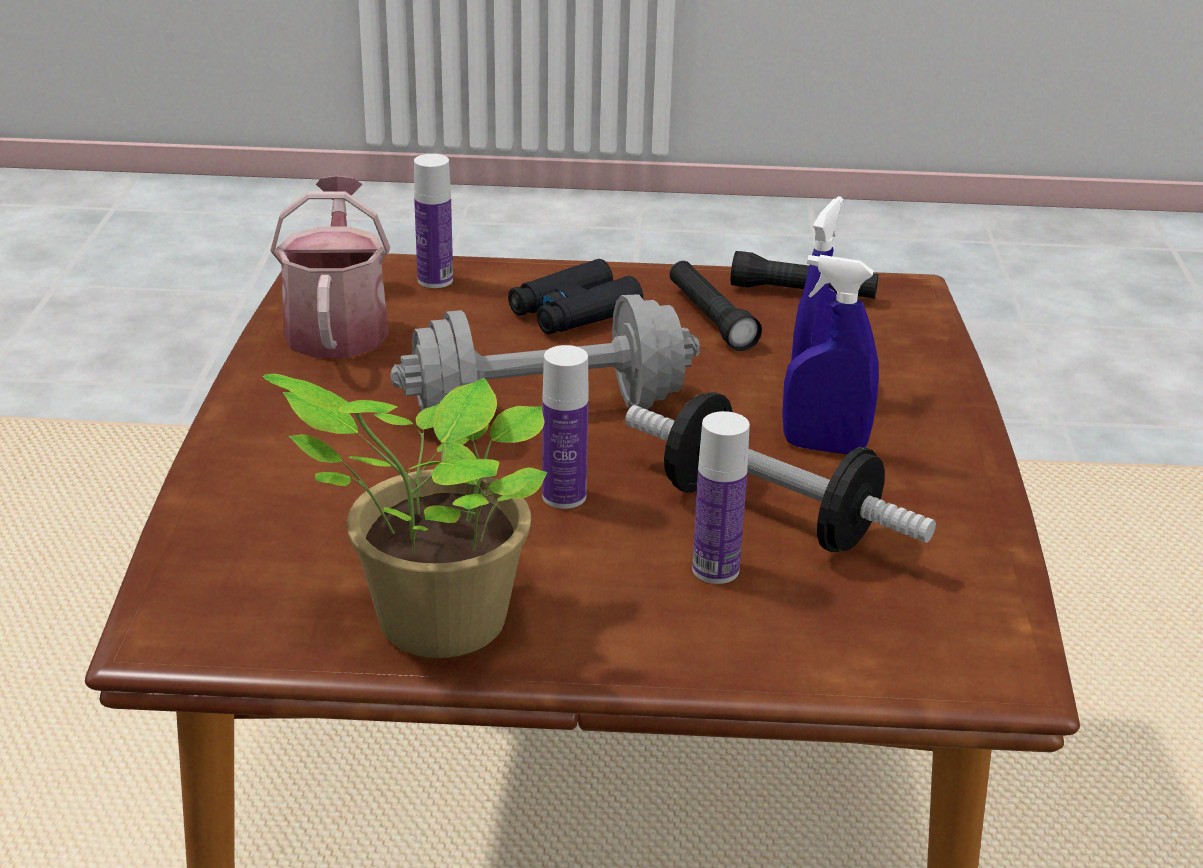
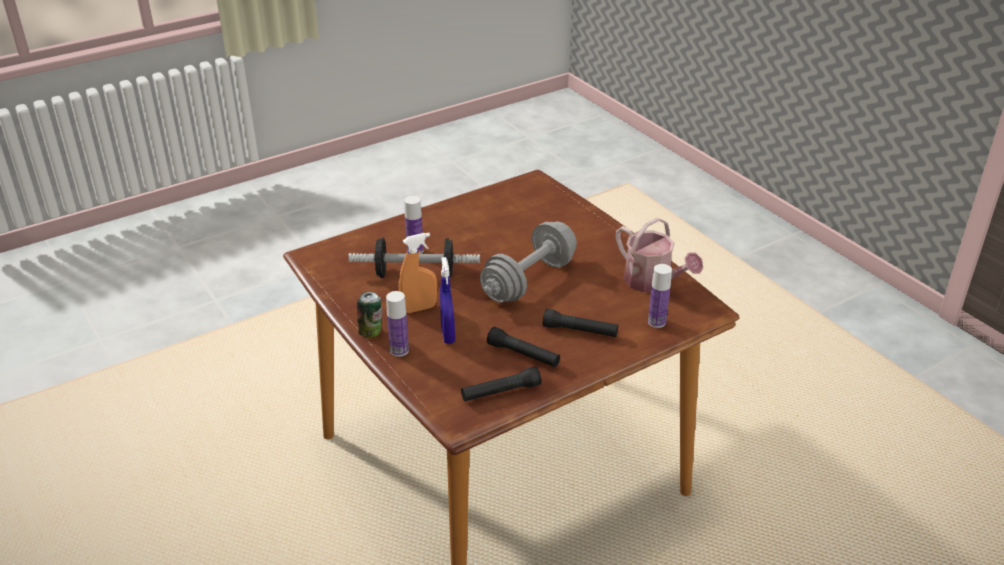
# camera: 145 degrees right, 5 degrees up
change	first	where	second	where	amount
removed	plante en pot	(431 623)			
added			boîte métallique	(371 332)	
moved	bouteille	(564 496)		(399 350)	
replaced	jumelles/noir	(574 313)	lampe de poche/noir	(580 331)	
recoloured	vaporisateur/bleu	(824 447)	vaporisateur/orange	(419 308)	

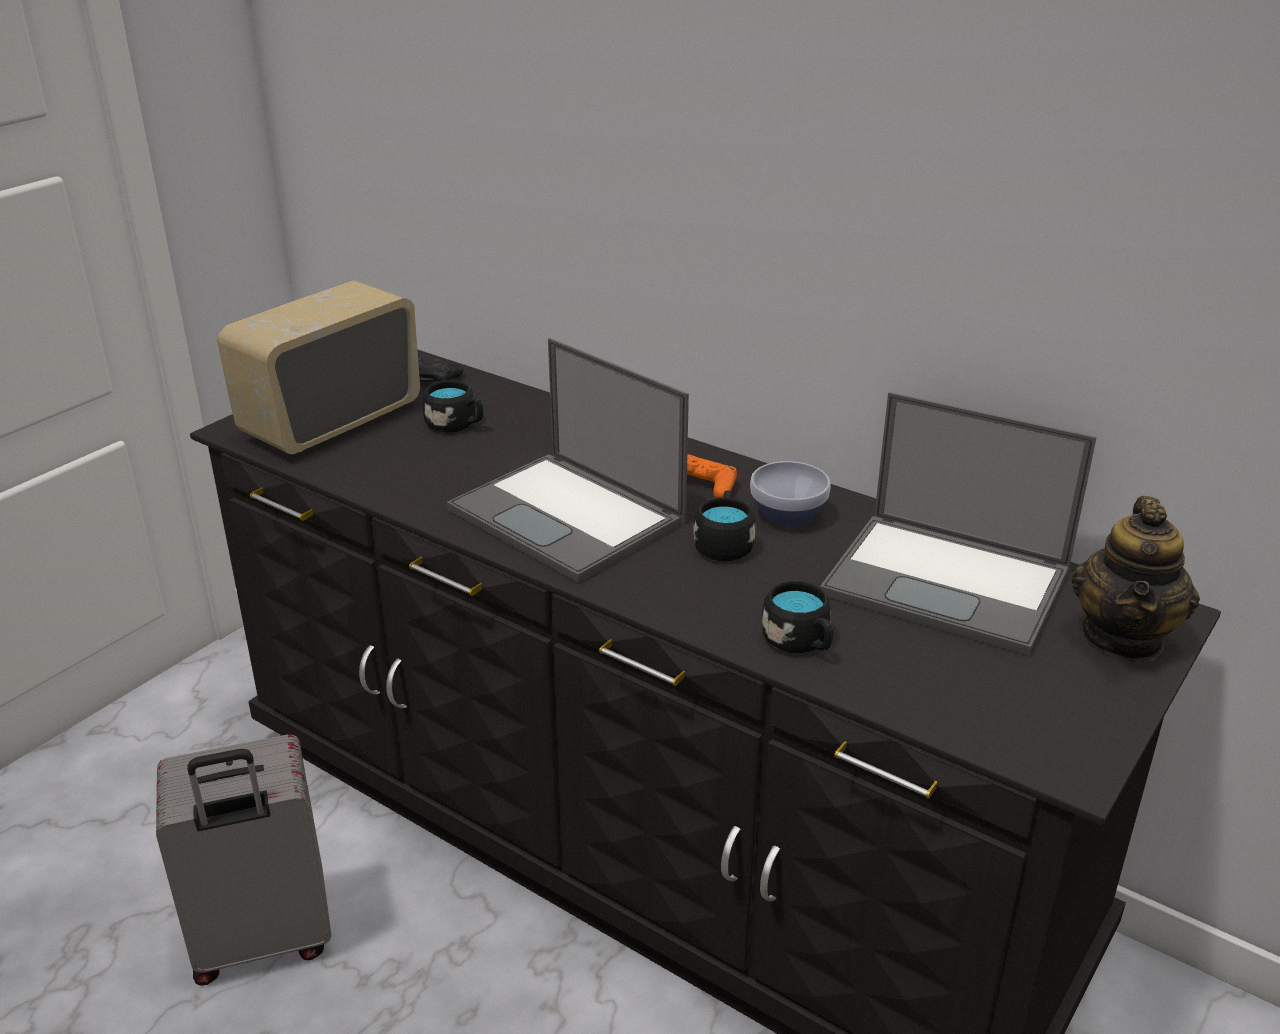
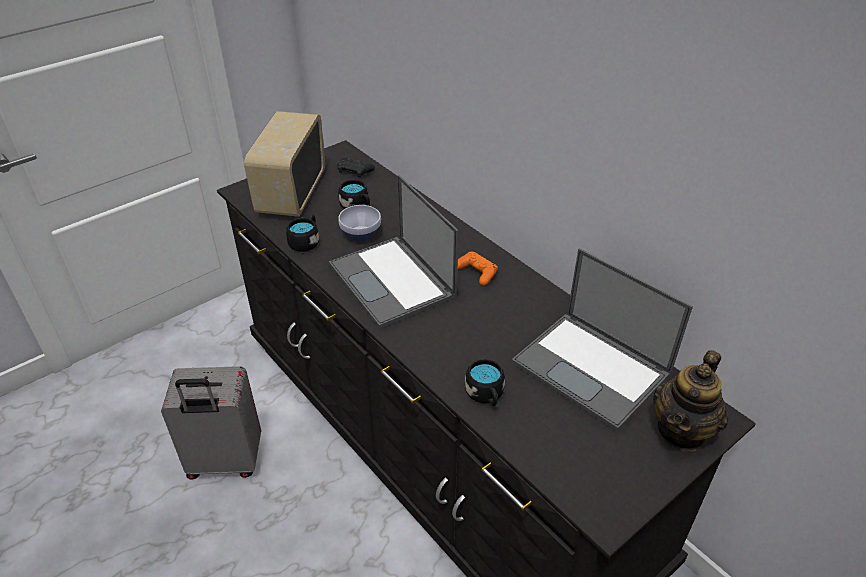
# camera: 15 degrees right, 10 degrees up
change	first	where	second	where	amount
moved	mug/noir	(724 544)		(306 241)	
moved	bol	(789 514)		(362 234)	
turned	radio	(331 422)		(291 193)	45 degrees counterclockwise

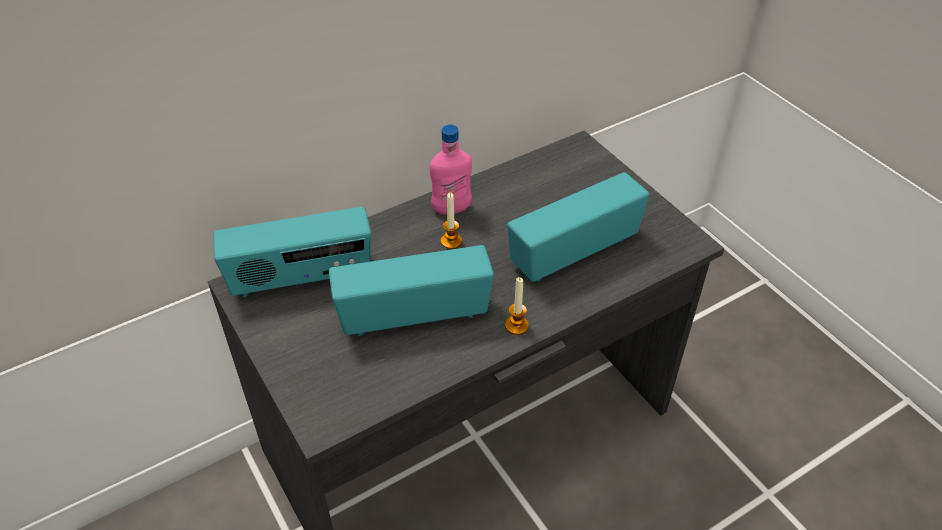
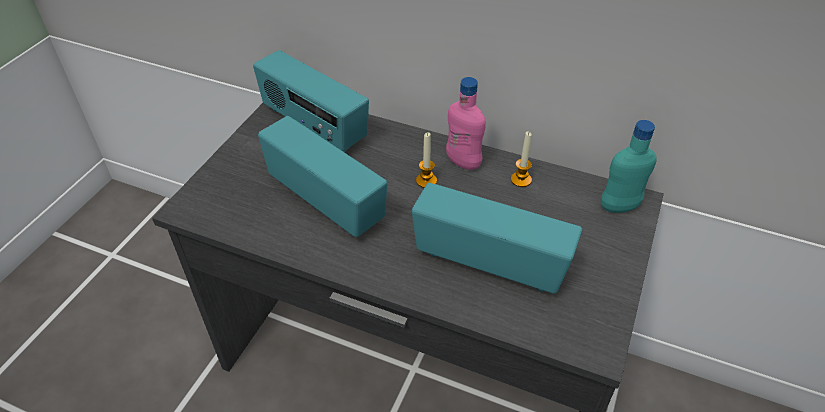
# camera: 55 degrees right, 0 degrees up
change	first	where	second	where	amount
added			bouteille/turquoise	(619 207)	
moved	bougie	(516 325)		(521 180)	

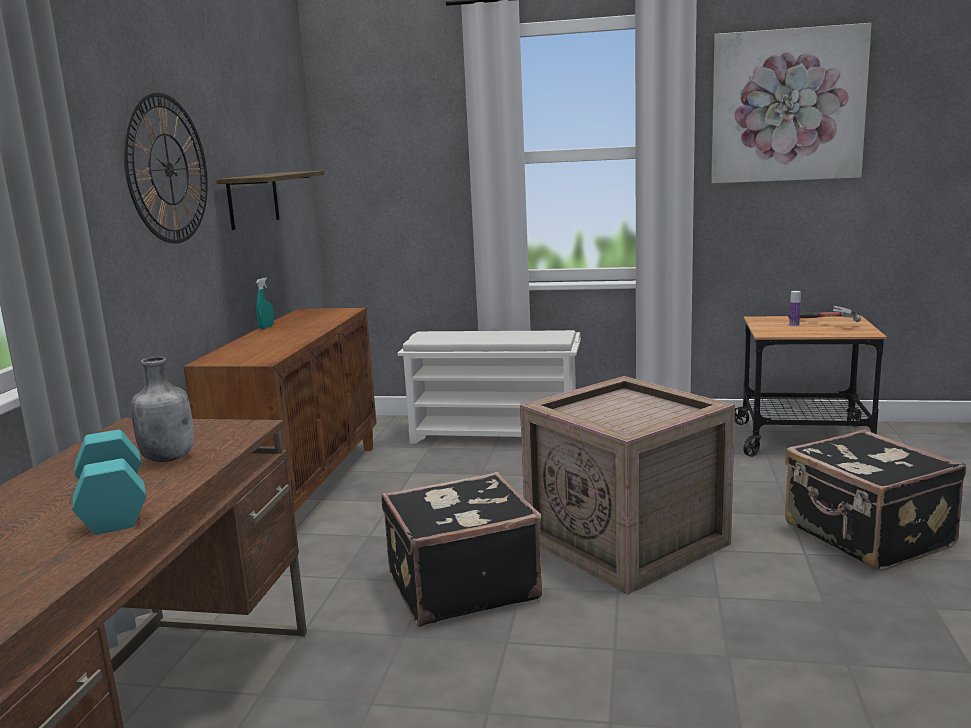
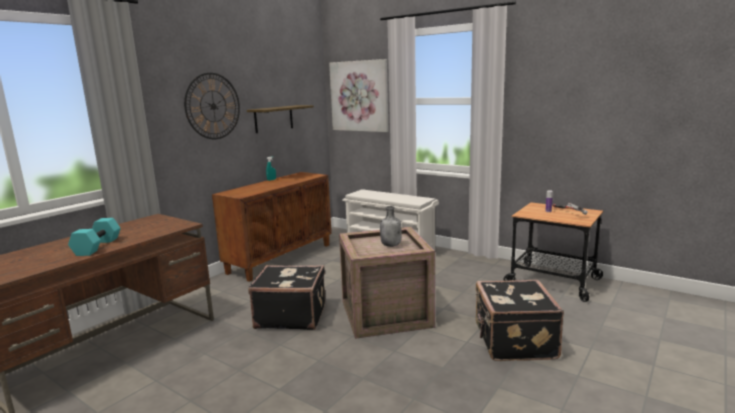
# camera: 25 degrees right, 0 degrees up
change	first	where	second	where	amount
moved	bouteille/gris	(169 458)		(391 245)	
moved	tableau	(787 106)		(359 96)	

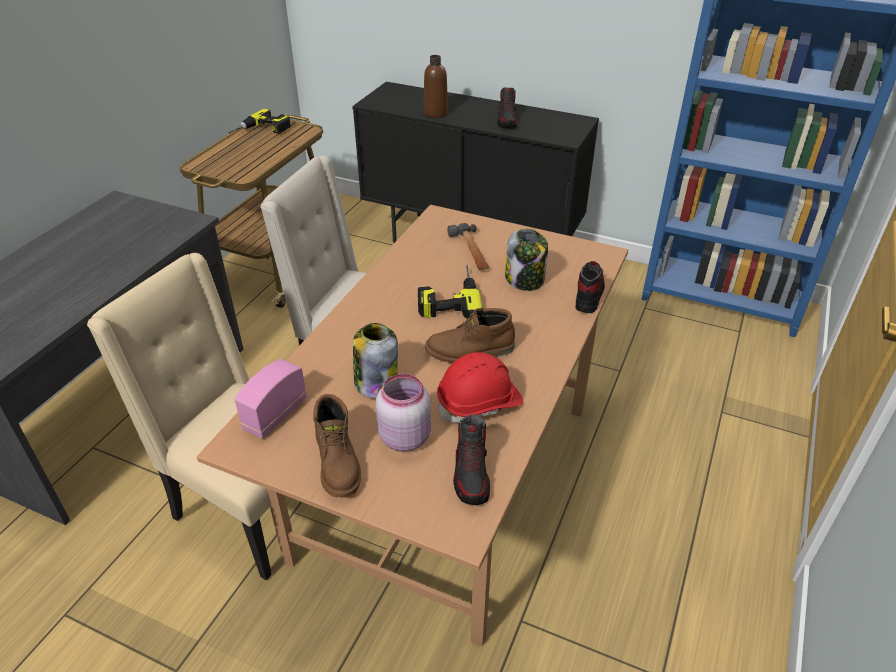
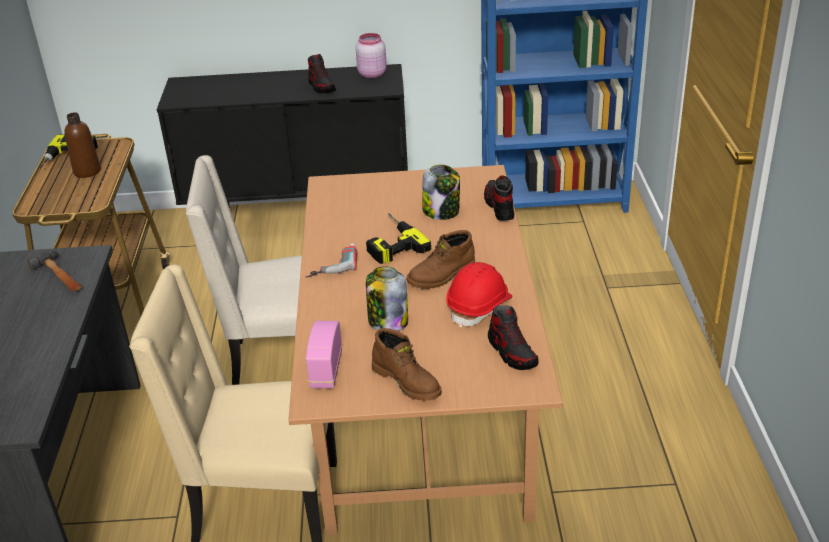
# camera: 25 degrees left, 5 degrees down
change	first	where	second	where	amount
added			perceuse	(332 264)	
moved	bocal/rose	(404 436)		(371 74)	
moved	bouteille/marron	(435 113)		(87 171)	
moved	marteau	(471 251)		(59 277)	

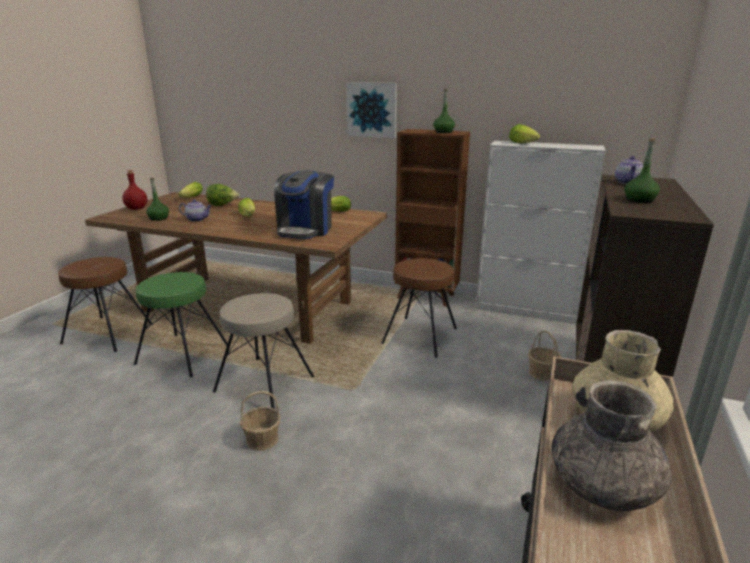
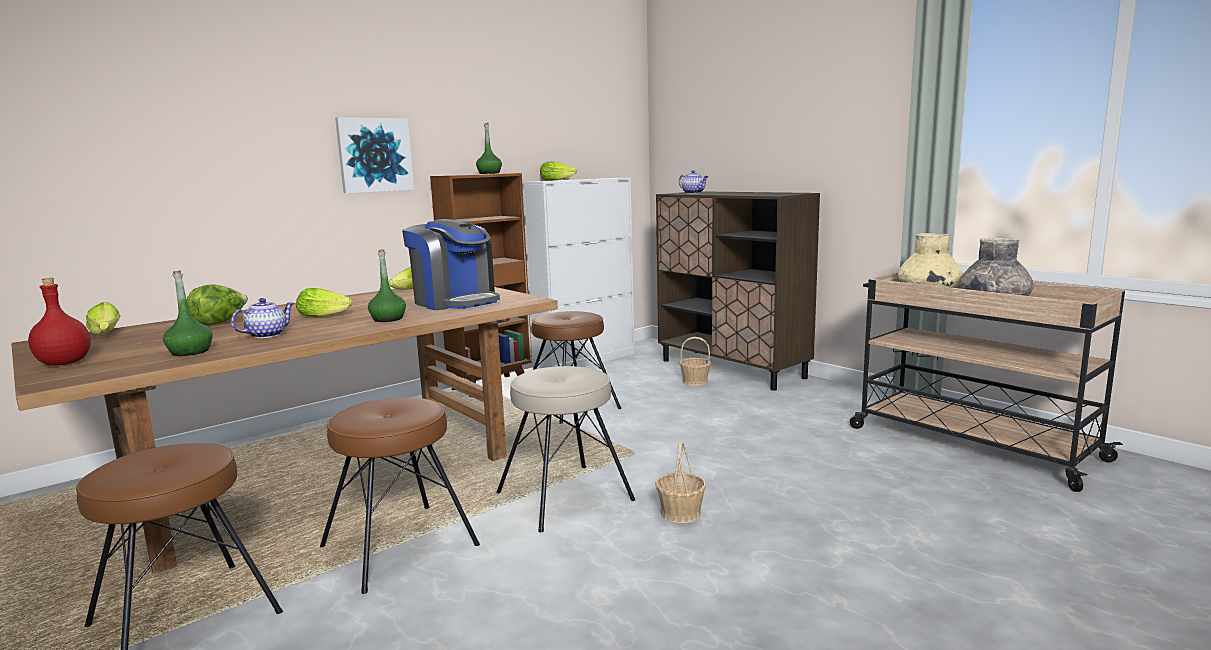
# camera: 60 degrees left, 10 degrees down
change	first	where	second	where	amount
moved	bouteille/vert	(639 200)		(388 319)	
recoloured	tabouret/vert	(182 355)	tabouret/marron	(400 546)	

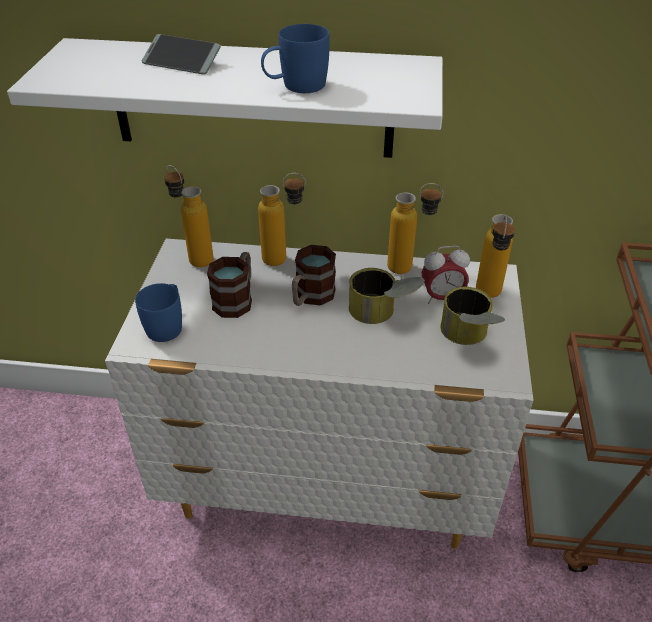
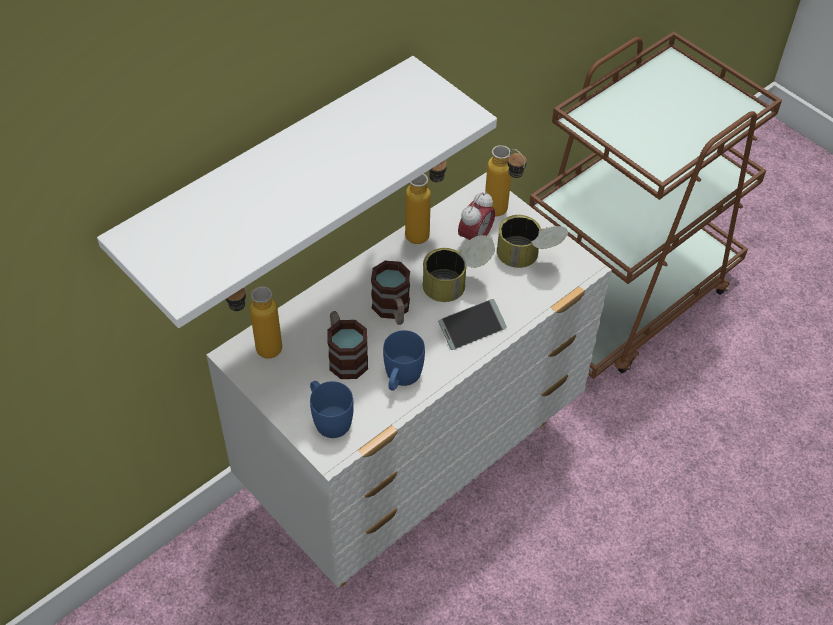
# camera: 50 degrees left, 10 degrees up
change	first	where	second	where	amount
removed	bouteille	(284 259)			
moved	téléphone	(182 62)		(472 328)	
moved	mug/bleu	(295 86)		(401 378)	

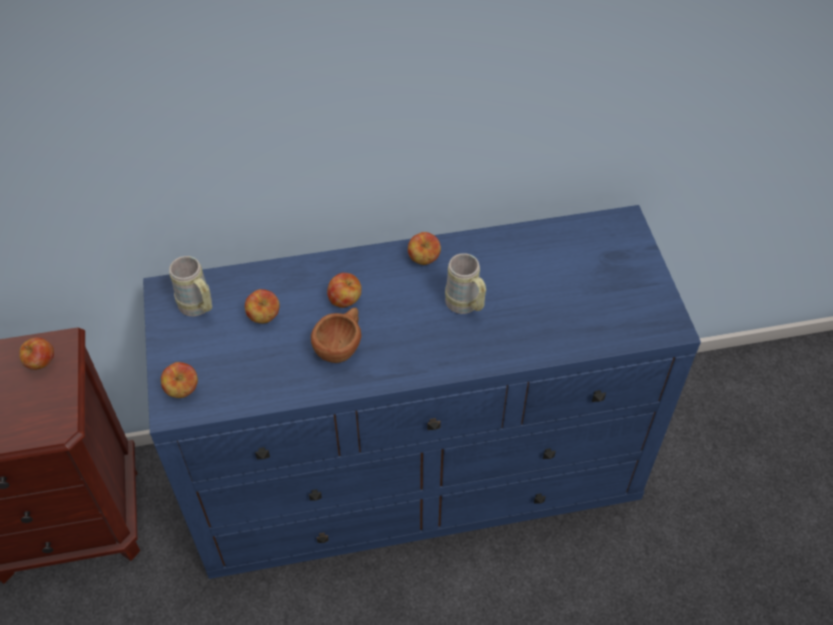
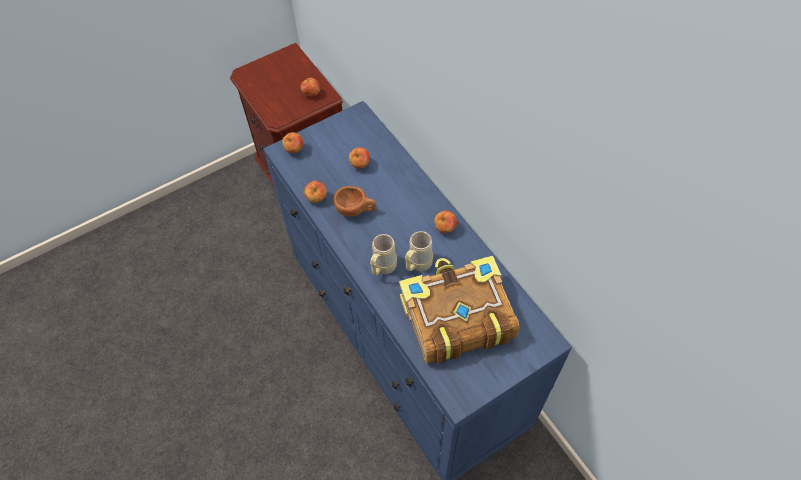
# camera: 70 degrees right, 5 degrees up
change	first	where	second	where	amount
added			livre	(455 317)	
moved	mug/beige	(199 308)		(382 268)	
moved	pomme	(345 300)		(316 198)	

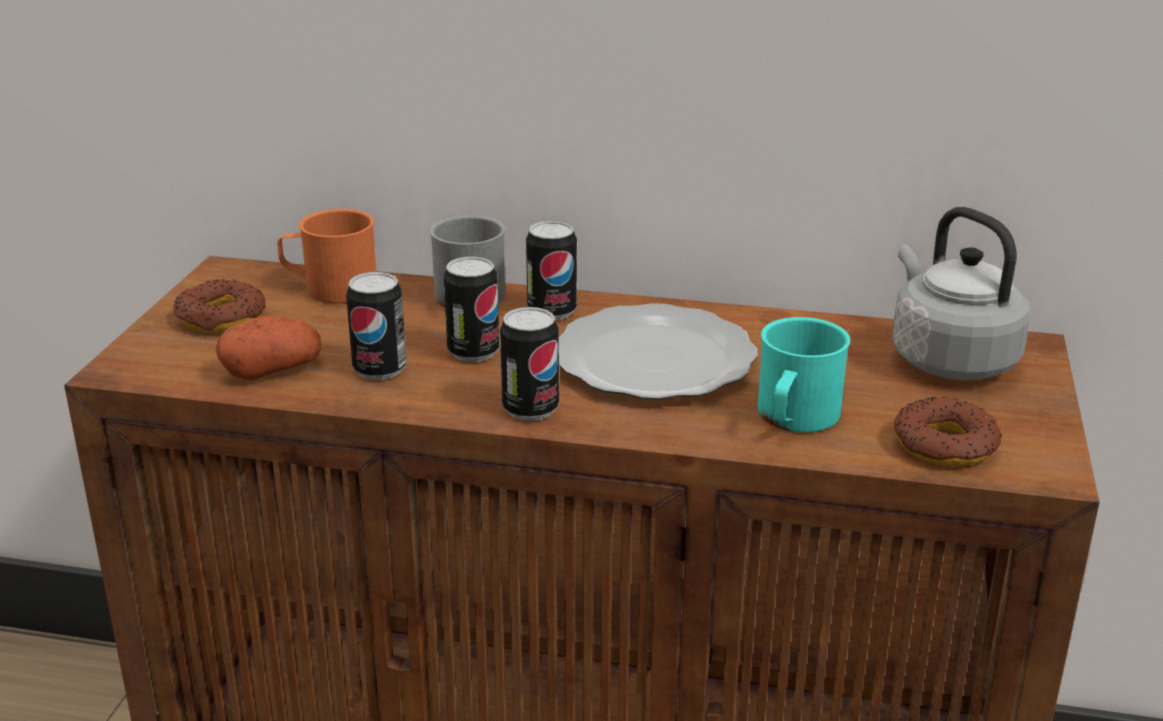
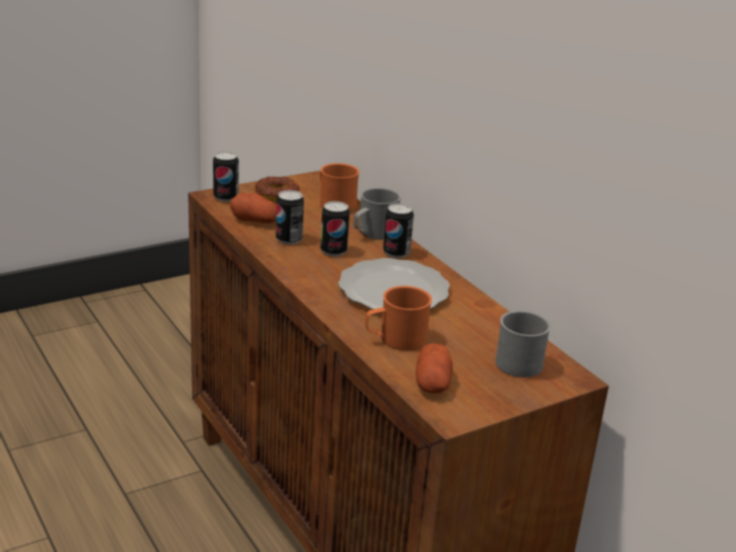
# camera: 45 degrees right, 0 degrees up
change	first	where	second	where	amount
moved	boîte métallique	(530 409)		(225 197)	
replaced	bouilloire/gris	(948 359)	mug/gris	(520 360)	
replaced	beignet	(944 444)	pomme de terre	(432 383)	
recoloured	mug/turquoise	(794 419)	mug/orange	(395 339)	

